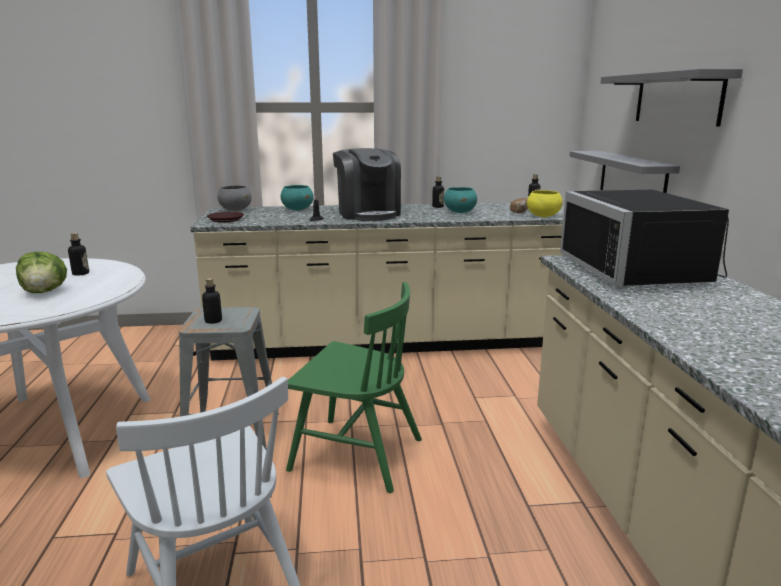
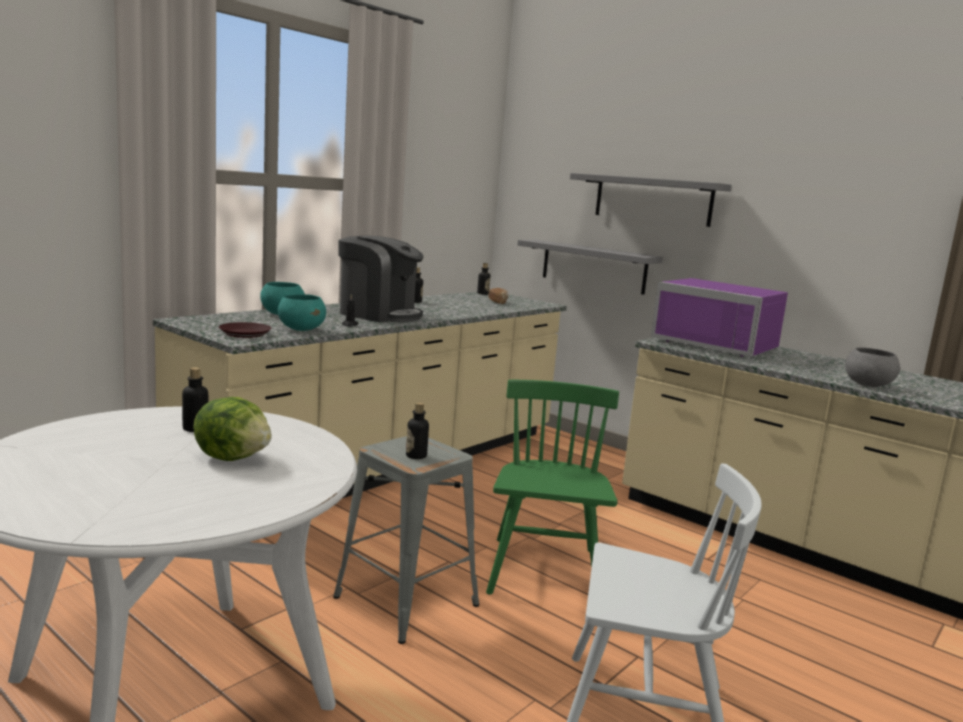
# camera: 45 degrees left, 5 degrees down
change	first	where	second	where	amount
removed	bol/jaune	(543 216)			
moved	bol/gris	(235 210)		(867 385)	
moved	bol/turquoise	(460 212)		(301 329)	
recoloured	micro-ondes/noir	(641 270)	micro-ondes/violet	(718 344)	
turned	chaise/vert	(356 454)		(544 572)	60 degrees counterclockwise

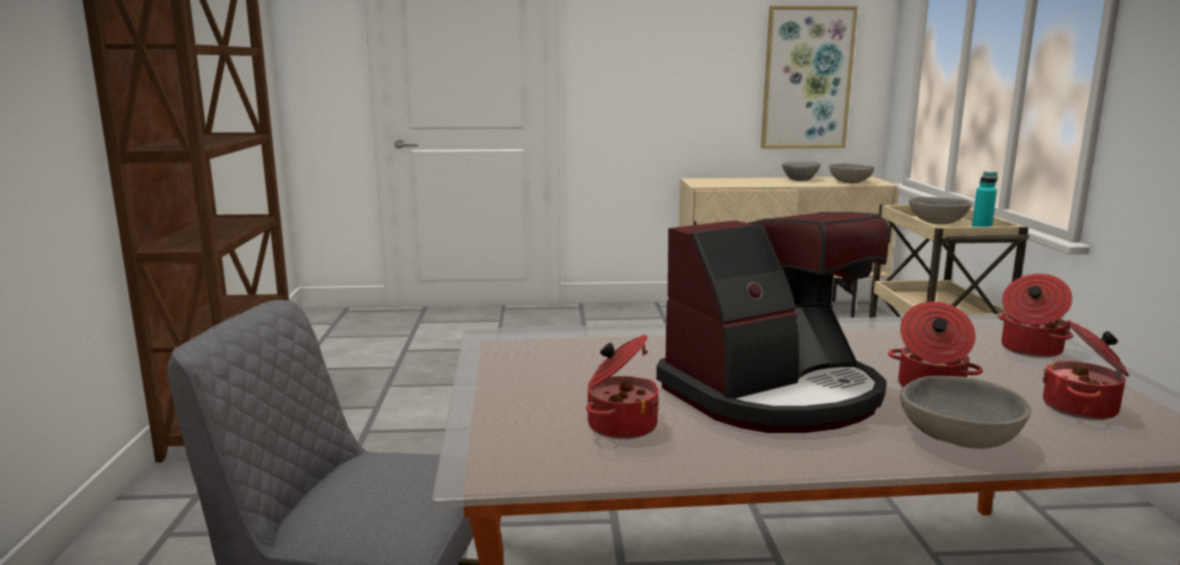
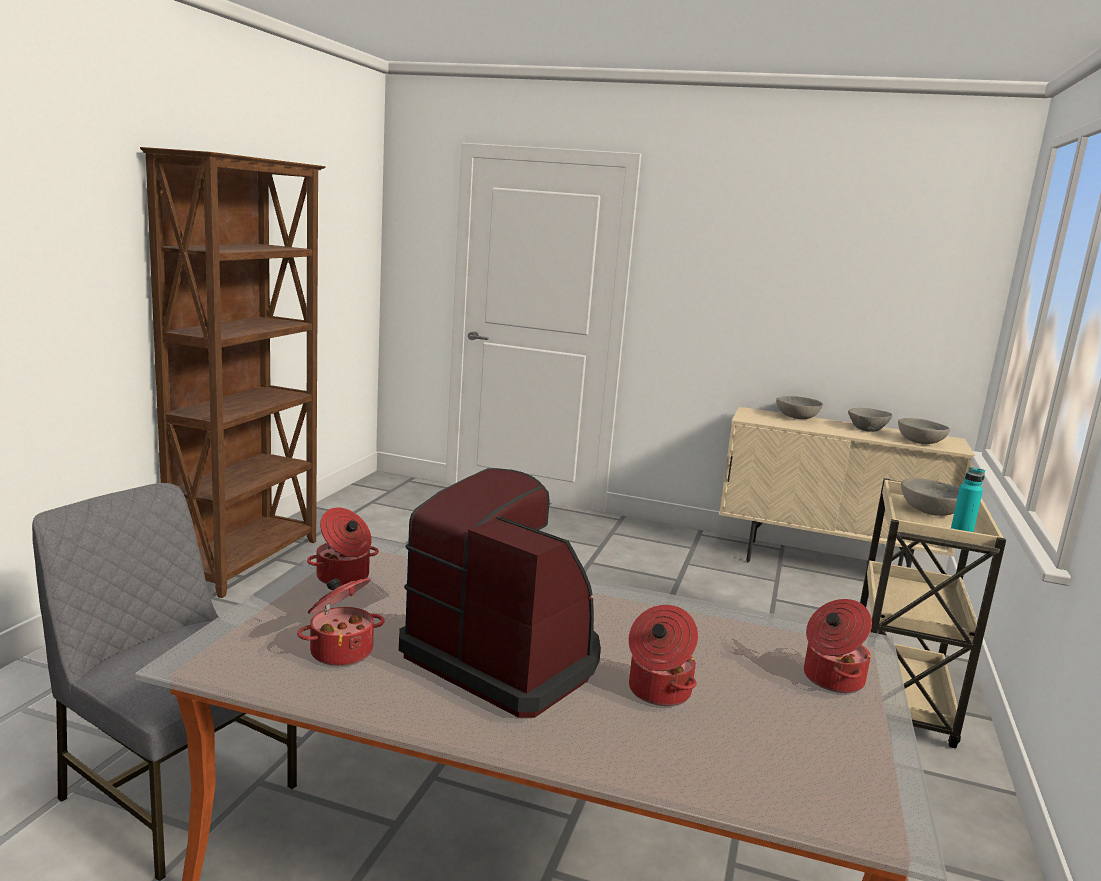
# camera: 20 degrees right, 0 degrees up
change	first	where	second	where	amount
removed	tableau	(807 78)			
moved	bol/gris	(957 439)		(796 418)	
moved	marmite	(1082 408)		(343 577)	
turned	machine à café	(774 394)		(505 657)	135 degrees counterclockwise

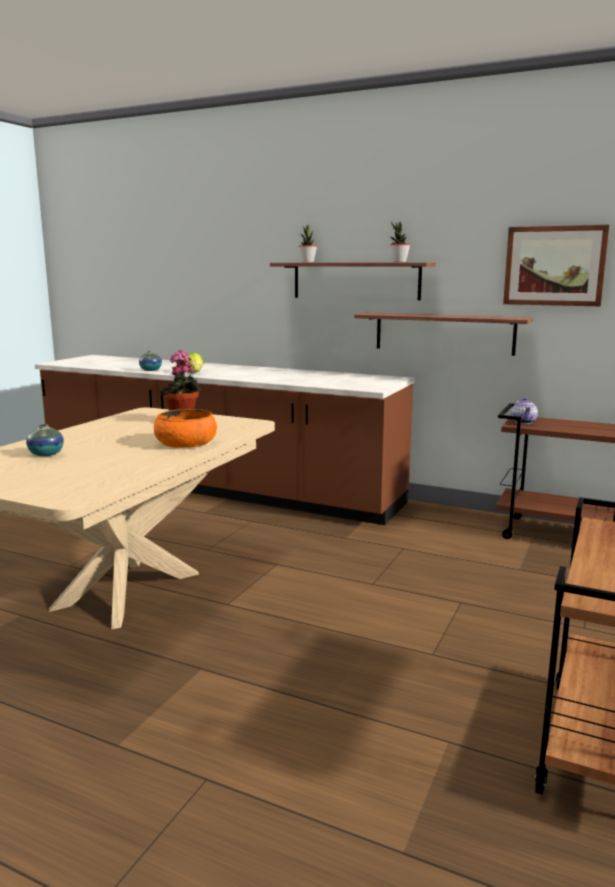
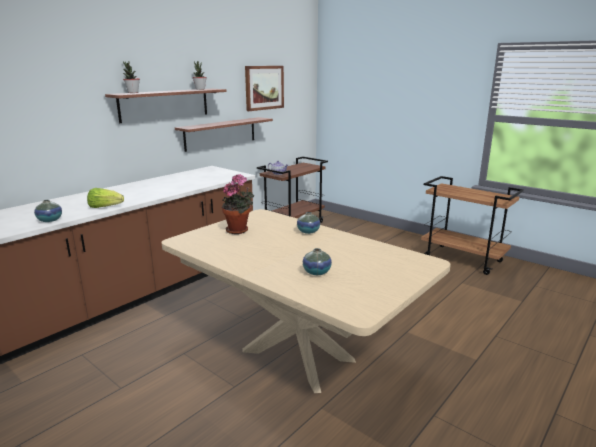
# camera: 75 degrees left, 5 degrees up
change	first	where	second	where	amount
replaced	bol/orange	(186 443)	vase	(308 231)	

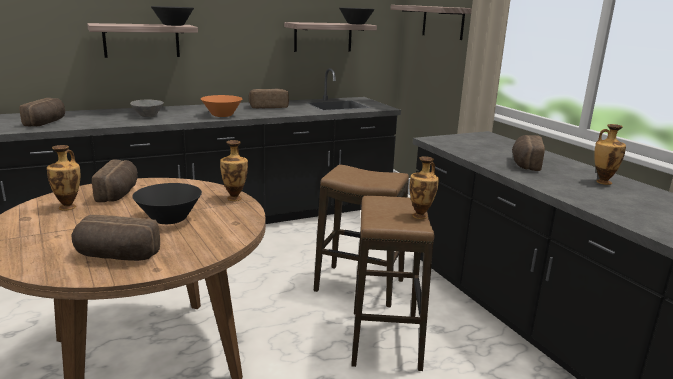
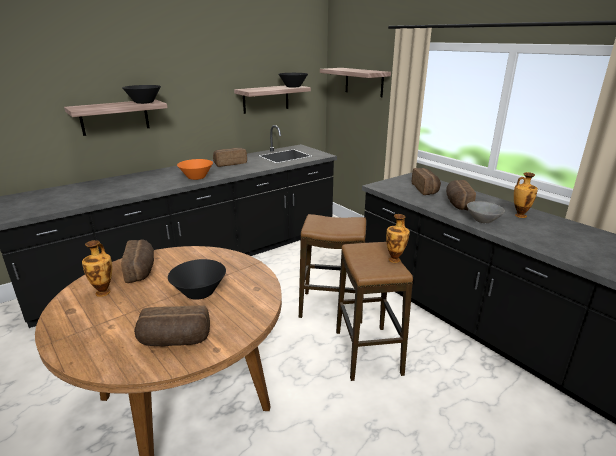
# camera: 10 degrees left, 5 degrees up
change	first	where	second	where	amount
removed	vase	(235 198)			
moved	pain	(47 122)		(426 189)	
moved	bol/gris	(148 116)		(483 221)	

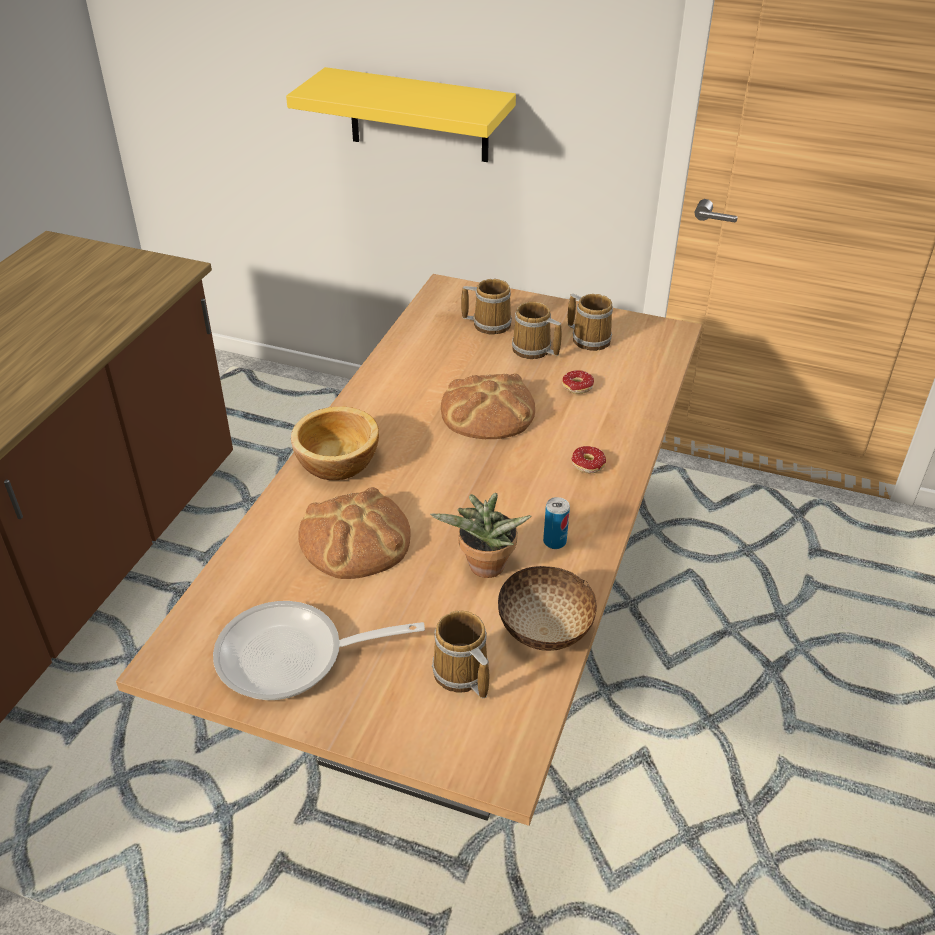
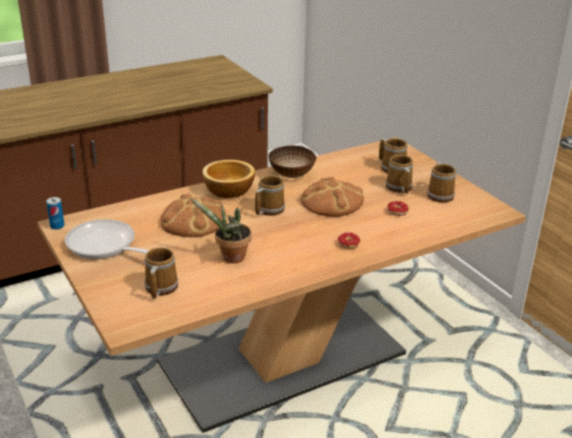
# camera: 40 degrees right, 10 degrees down
change	first	where	second	where	amount
removed	étagère/jaune	(418 116)			
added			mug	(268 209)	
moved	bol	(544 633)		(291 175)	
moved	boîte métallique	(554 541)		(57 226)	

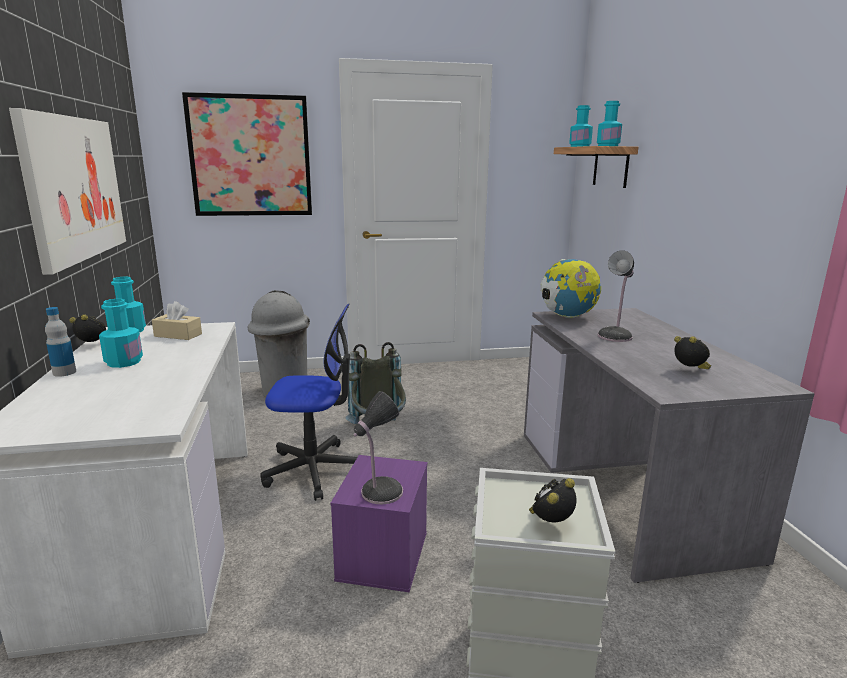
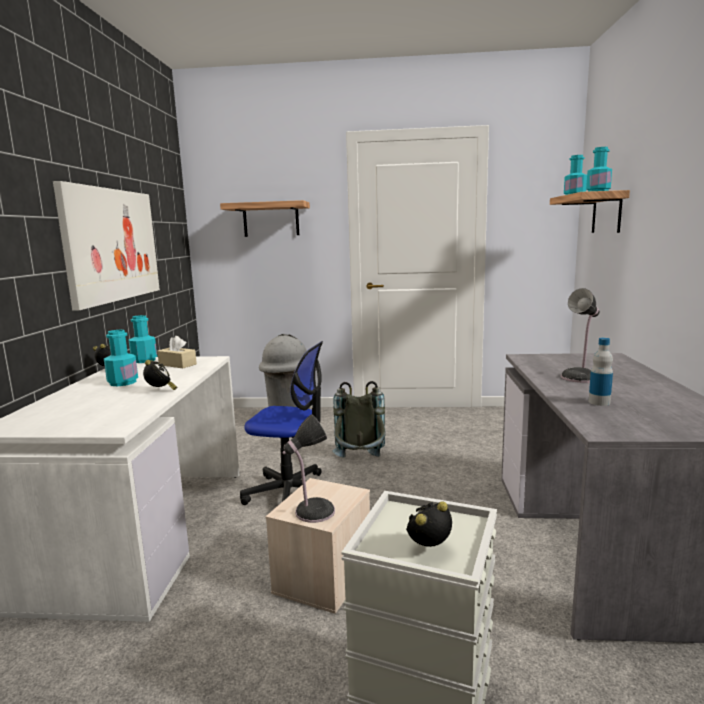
# camera: 15 degrees right, 5 degrees down
change	first	where	second	where	amount
removed	globe	(567 317)			
moved	bouteille	(64 372)		(599 402)	
moved	réveil	(690 371)		(160 391)	
replaced	tableau	(250 156)	étagère	(271 219)	
recoloured	boîte de rangement/violet	(384 557)	boîte de rangement/beige	(323 577)	

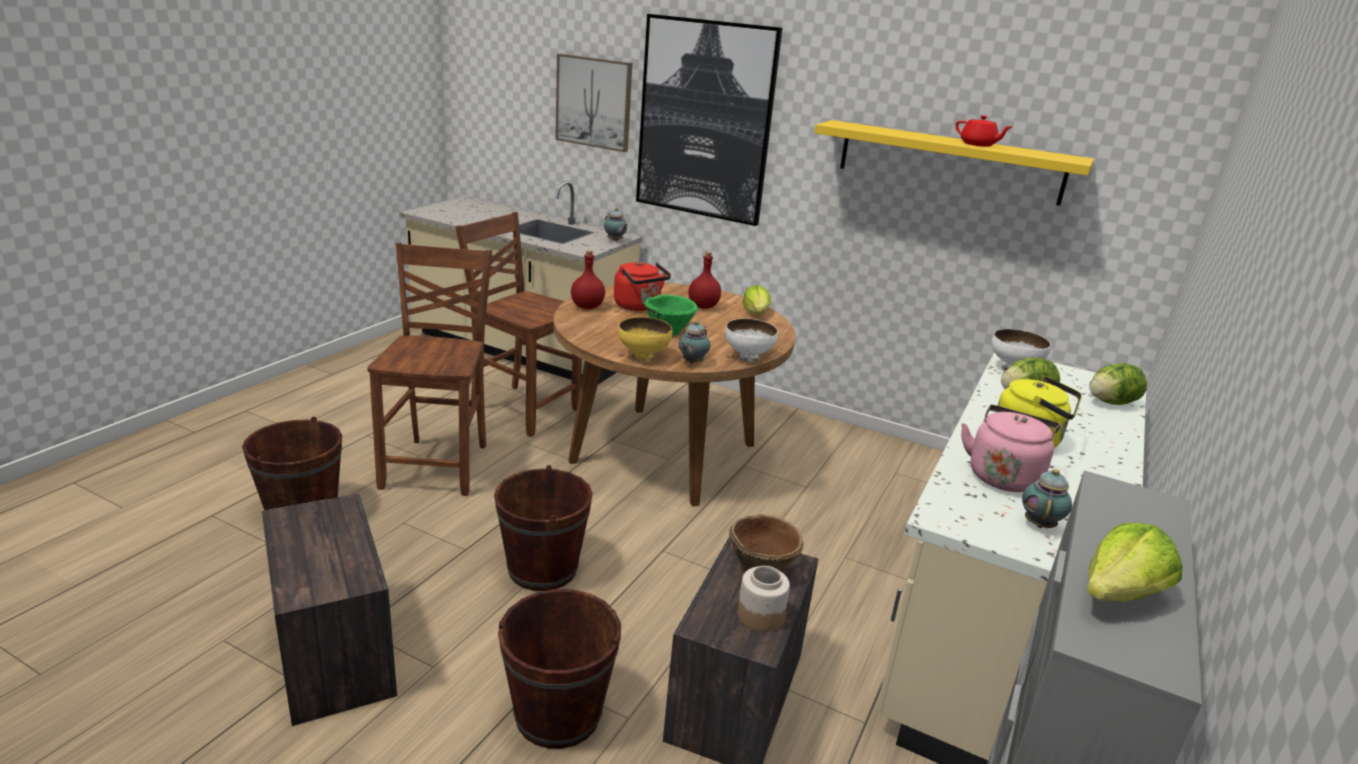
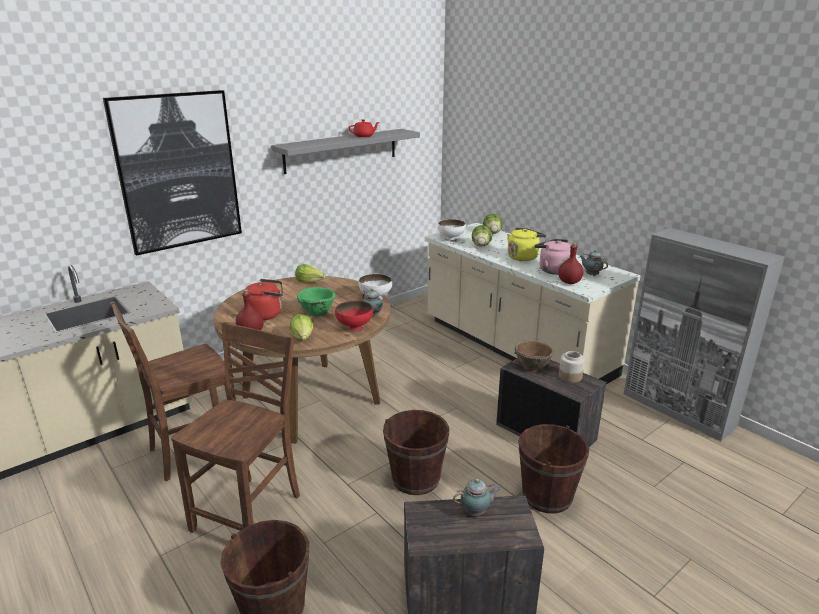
# camera: 65 degrees left, 0 degrees up
change	first	where	second	where	amount
removed	tableau	(594 102)			
moved	théière	(615 240)		(476 512)	
moved	bouteille/rouge	(702 306)		(569 282)	
moved	laitue	(1120 595)		(303 337)	
recoloured	bol/jaune	(644 357)	bol/rouge	(354 328)	
recoloured	étagère/jaune	(949 162)	étagère/gris	(341 150)	
turned	chaise/marron	(439 465)		(250 512)	90 degrees clockwise

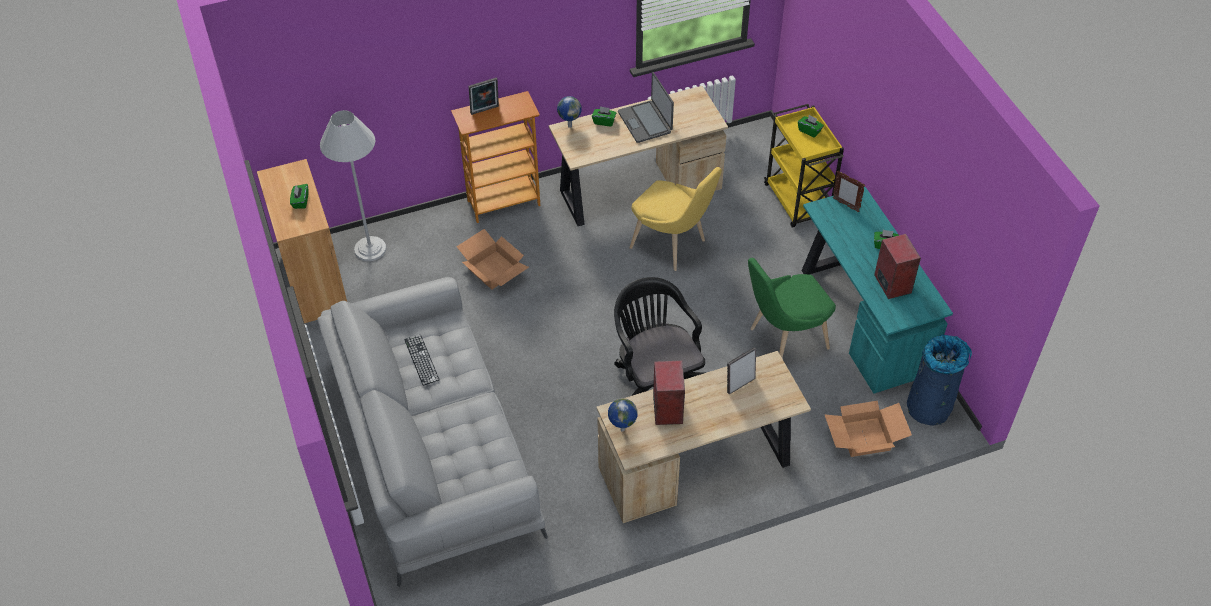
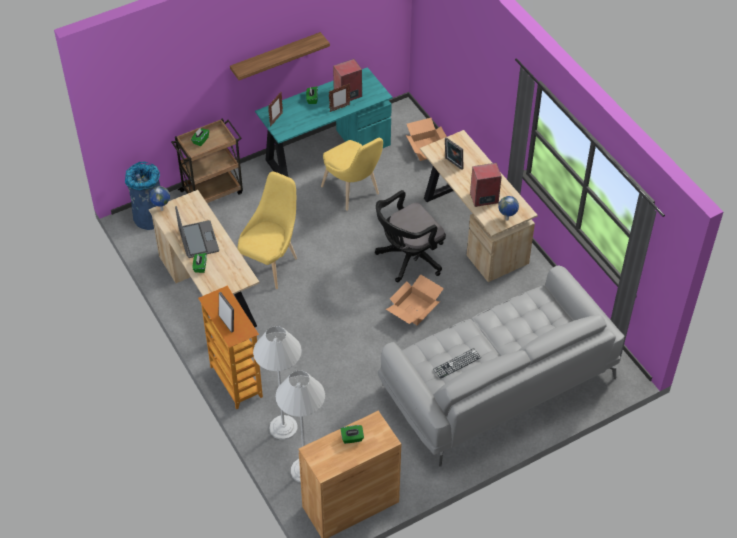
# camera: 100 degrees left, 0 degrees up
change	first	where	second	where	amount
added			étagère	(276 57)	
added			lampadaire/blanc	(283 428)	
added			cadre photo	(339 108)	
moved	carton	(493 270)		(414 309)	
moved	globe	(569 125)		(161 209)	
moved	poubelle/bleu	(930 405)		(149 217)	
recoloured	chaise/vert	(783 340)	chaise/jaune	(353 192)	
recoloured	chariot/jaune	(798 202)	chariot/marron	(212 191)	
turned	ordinateur portable	(645 122)		(198 240)	75 degrees counterclockwise

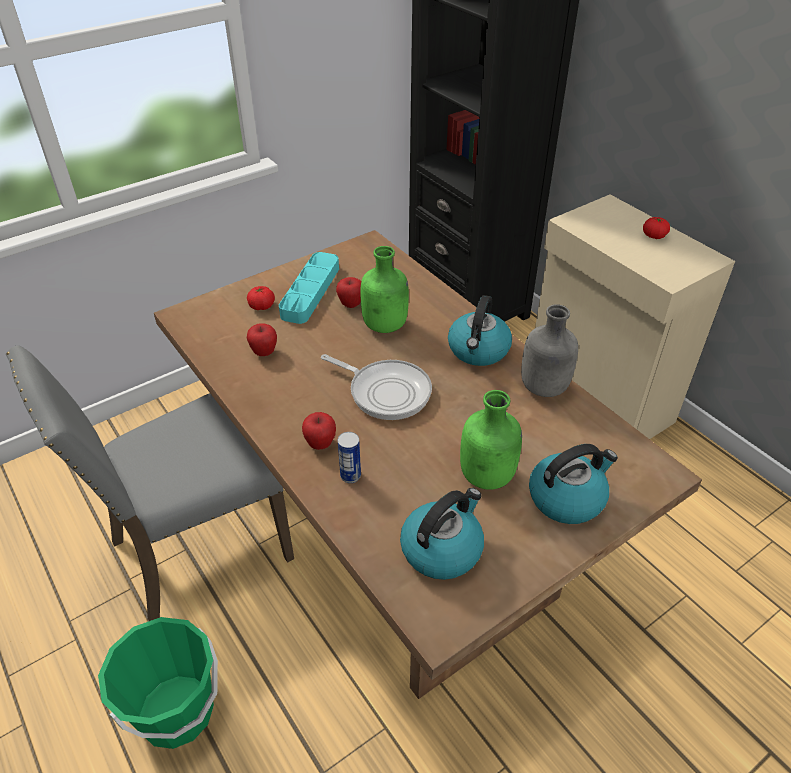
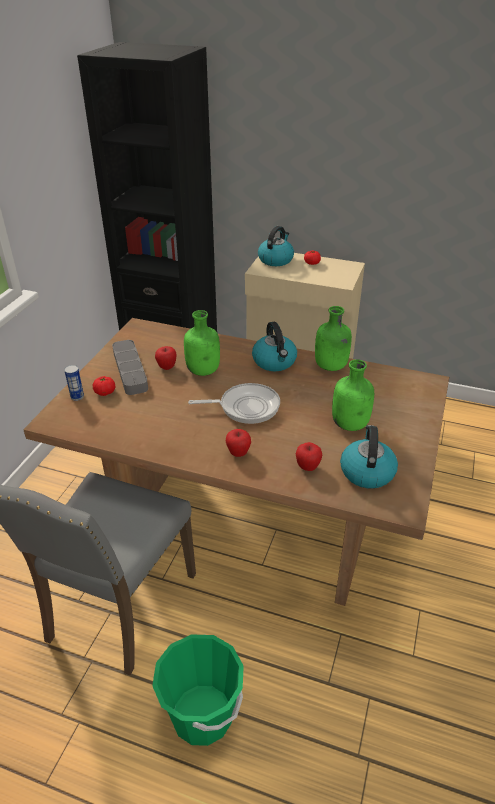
# camera: 35 degrees left, 5 degrees down
change	first	where	second	where	amount
moved	pomme	(264 352)		(307 467)	
moved	boîte métallique	(350 476)		(77 397)	
moved	bouilloire	(567 498)		(275 259)	
recoloured	plateau/turquoise	(310 291)	plateau/gris	(130 370)	
recoloured	bouteille/gris	(543 388)	bouteille/vert	(331 366)	

